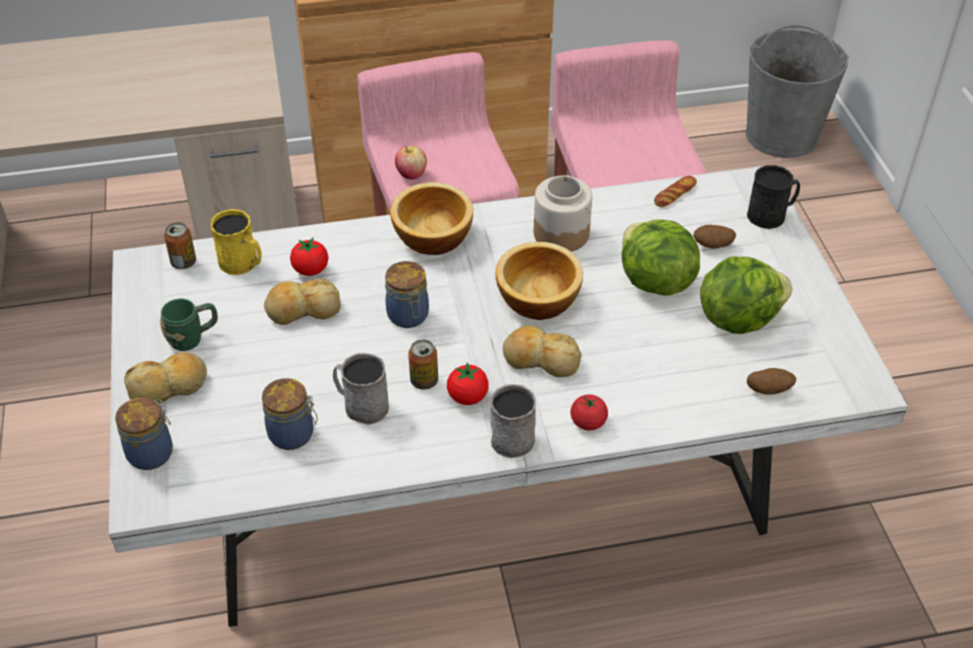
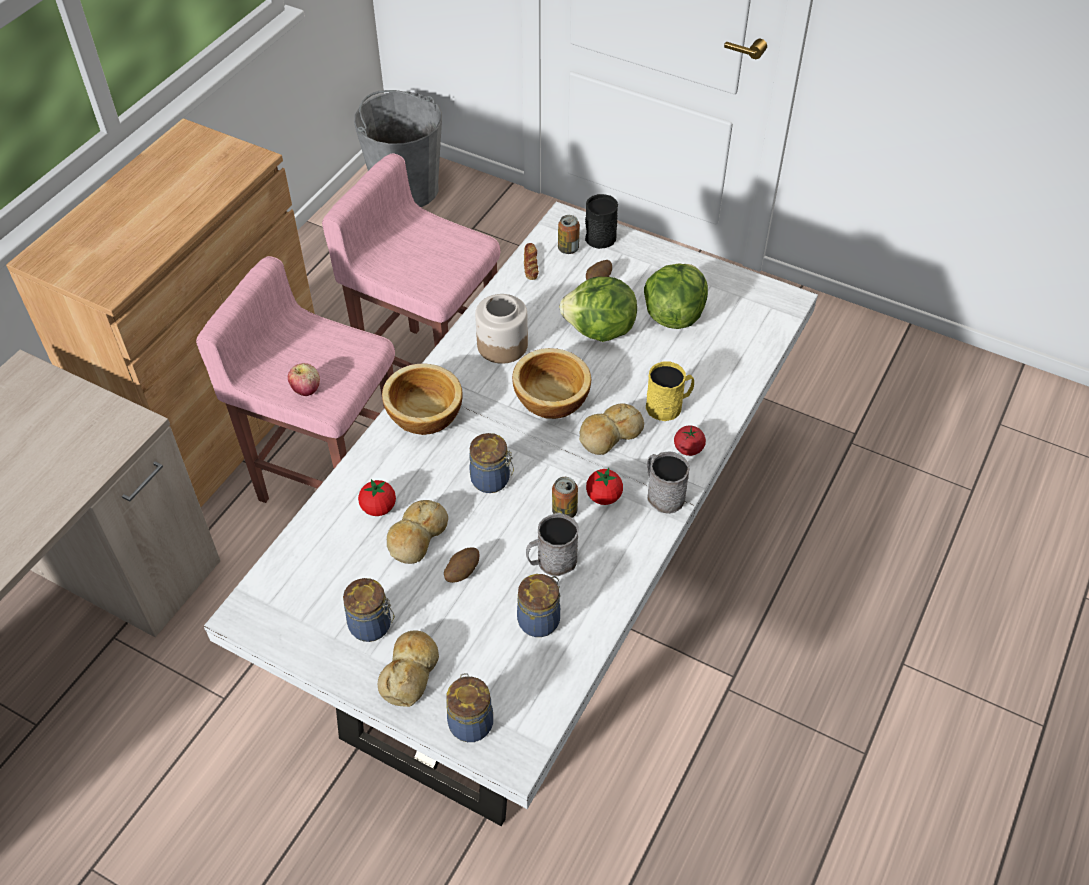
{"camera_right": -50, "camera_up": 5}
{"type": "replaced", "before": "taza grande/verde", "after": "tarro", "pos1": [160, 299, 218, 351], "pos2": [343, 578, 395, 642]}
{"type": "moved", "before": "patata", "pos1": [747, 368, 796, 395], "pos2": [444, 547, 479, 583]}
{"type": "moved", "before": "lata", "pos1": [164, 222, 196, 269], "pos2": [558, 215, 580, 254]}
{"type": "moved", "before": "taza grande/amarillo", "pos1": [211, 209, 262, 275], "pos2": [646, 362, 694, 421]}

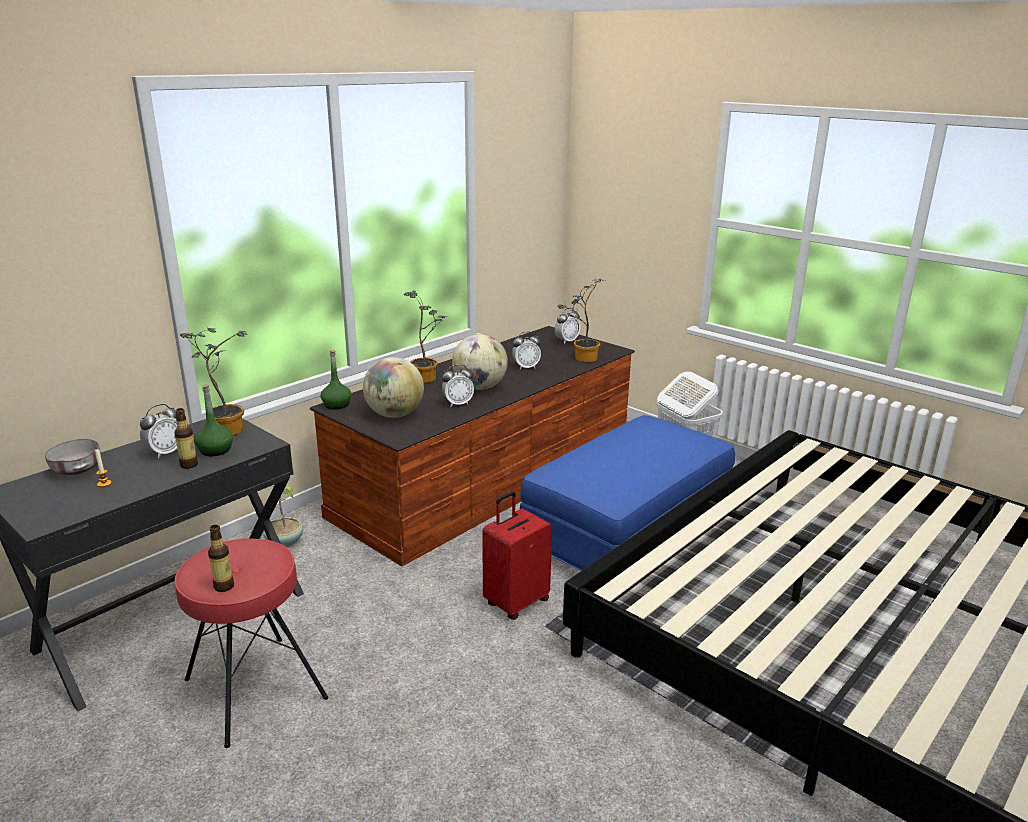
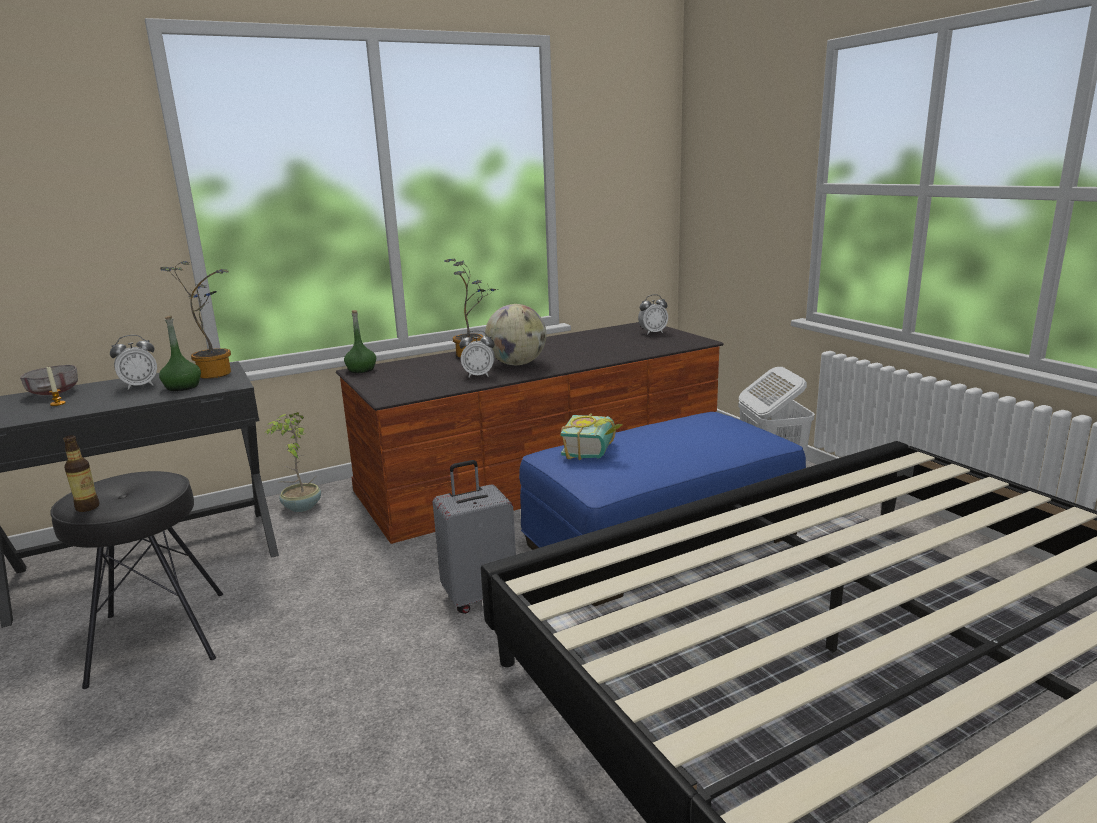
{"camera_right": 20, "camera_up": -5}
{"type": "recoloured", "before": "taburete/rojo", "after": "taburete/negro", "pos1": [174, 538, 328, 748], "pos2": [50, 471, 223, 689]}
{"type": "recoloured", "before": "maleta/rojo", "after": "maleta/gris", "pos1": [482, 491, 552, 620], "pos2": [433, 460, 516, 614]}
{"type": "added", "after": "libro", "pos2": [561, 413, 623, 460]}
{"type": "removed", "before": "botella", "pos1": [174, 408, 198, 469]}
{"type": "removed", "before": "globo terráqueo", "pos1": [363, 357, 424, 418]}
{"type": "removed", "before": "despertador", "pos1": [512, 332, 541, 369]}
{"type": "removed", "before": "planta en maceta", "pos1": [557, 279, 605, 362]}

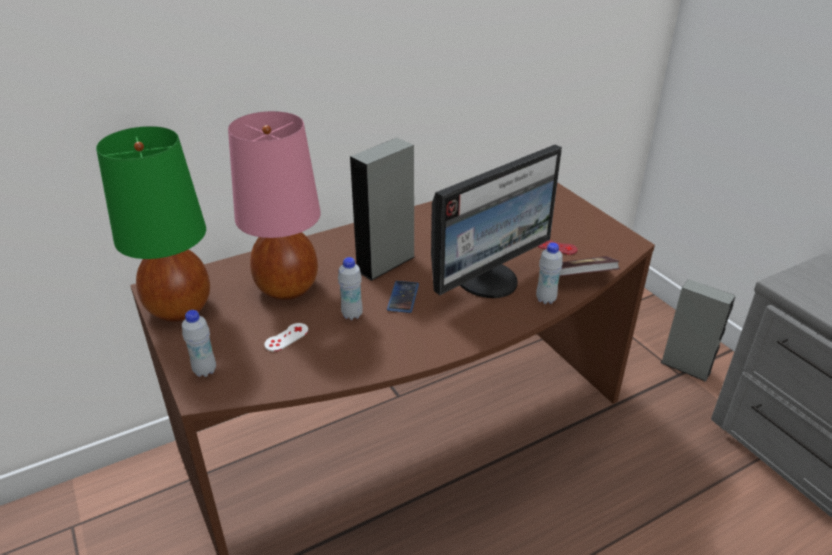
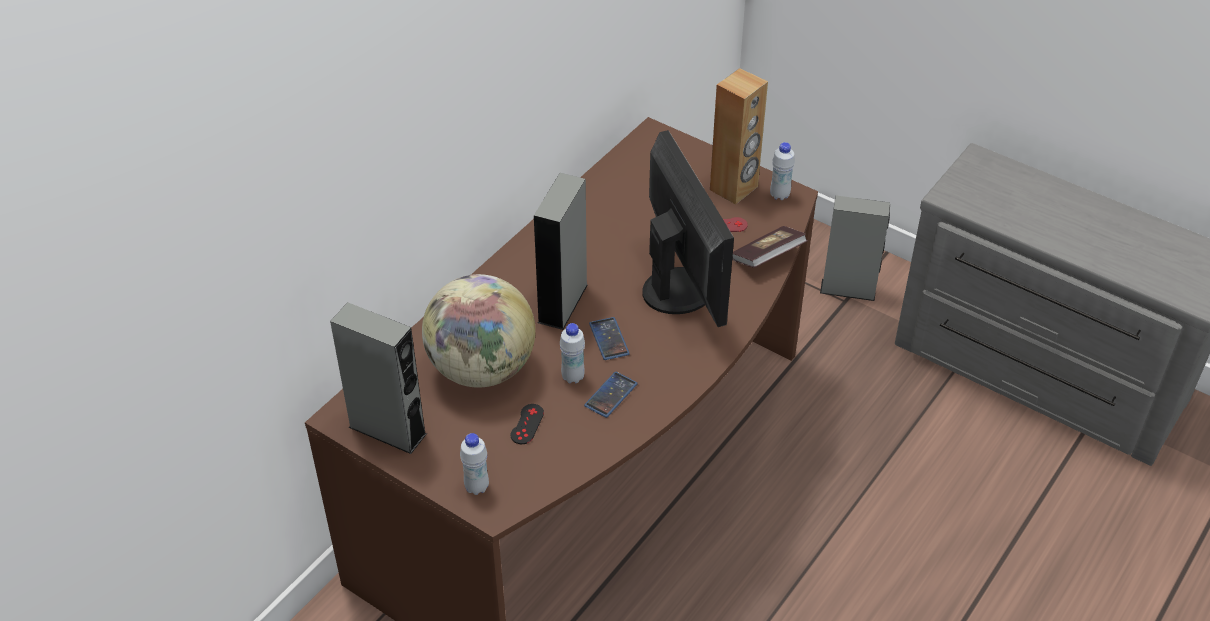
{"camera_right": -25, "camera_up": 10}
{"type": "replaced", "before": "lámpara de mesa/verde", "after": "altavoz/gris", "pos1": [96, 126, 210, 322], "pos2": [330, 302, 427, 454]}
{"type": "replaced", "before": "lámpara de mesa/rosa", "after": "globo terráqueo", "pos1": [228, 111, 321, 300], "pos2": [422, 274, 535, 388]}
{"type": "recoloured", "before": "mando de consola/blanco", "after": "mando de consola/negro", "pos1": [264, 323, 308, 352], "pos2": [510, 404, 544, 444]}
{"type": "added", "after": "móvil", "pos2": [584, 372, 638, 418]}
{"type": "turned", "before": "monitor", "pos1": [431, 145, 562, 298], "pos2": [642, 130, 734, 327], "turn": -45}
{"type": "added", "after": "altavoz/marrón", "pos2": [710, 68, 768, 204]}
{"type": "moved", "before": "botella/blanco", "pos1": [536, 243, 563, 304], "pos2": [770, 142, 795, 200]}

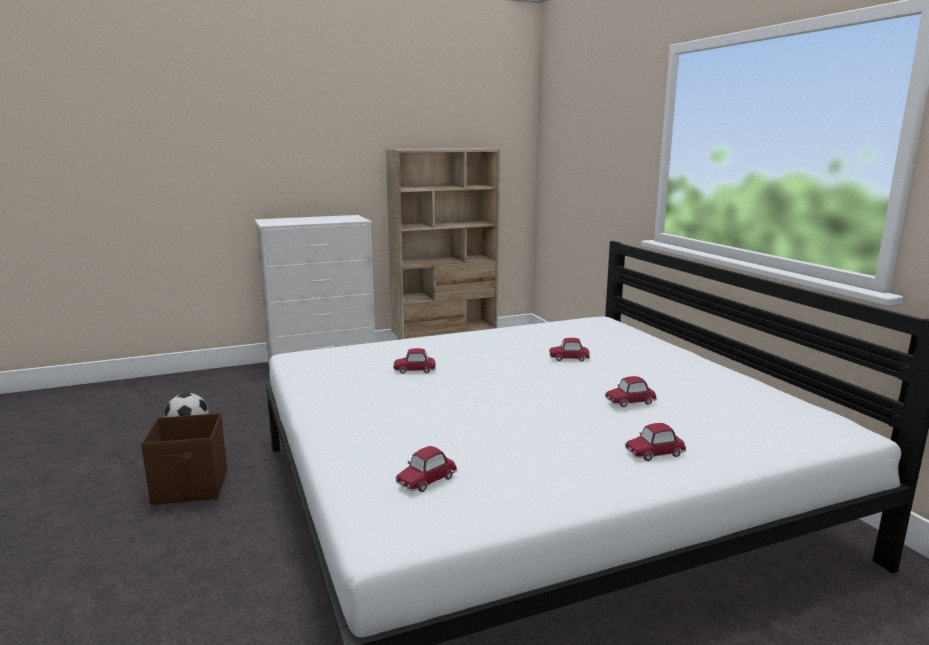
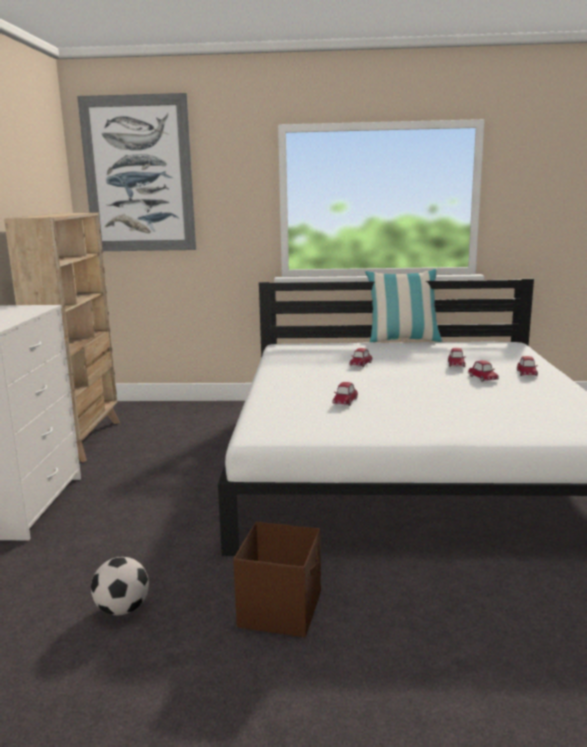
{"camera_right": -65, "camera_up": 0}
{"type": "added", "after": "cuadro", "pos2": [77, 93, 196, 251]}
{"type": "added", "after": "cojín", "pos2": [365, 269, 443, 342]}
{"type": "moved", "before": "coche de juguete", "pos1": [396, 446, 457, 492], "pos2": [468, 360, 499, 382]}

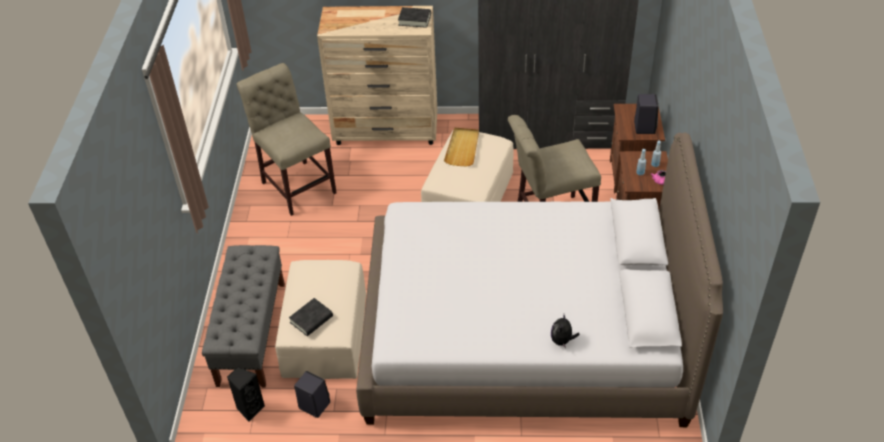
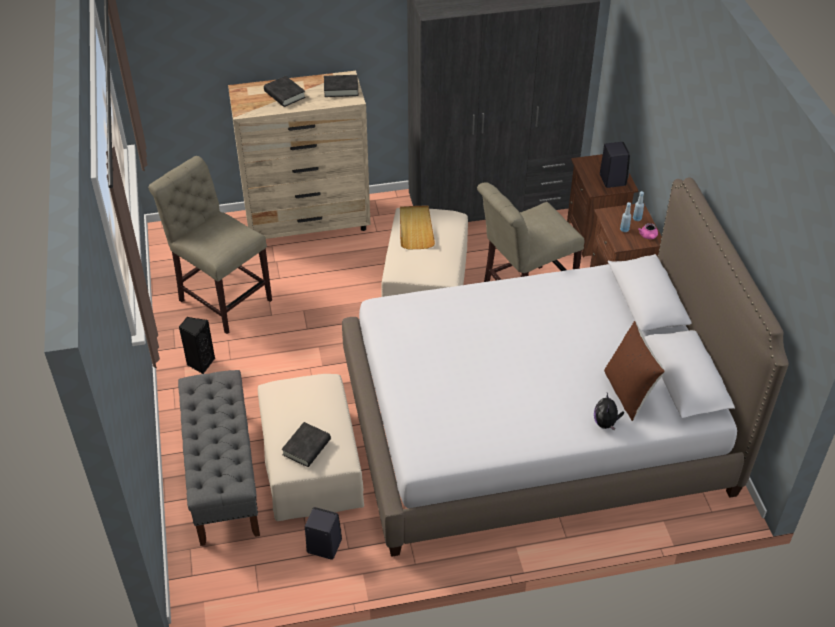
{"camera_right": -15, "camera_up": 0}
{"type": "moved", "before": "altavoz/negro", "pos1": [227, 367, 265, 422], "pos2": [179, 317, 215, 374]}
{"type": "added", "after": "libro/negro", "pos2": [264, 76, 306, 107]}
{"type": "added", "after": "cojín/marrón", "pos2": [604, 321, 665, 421]}

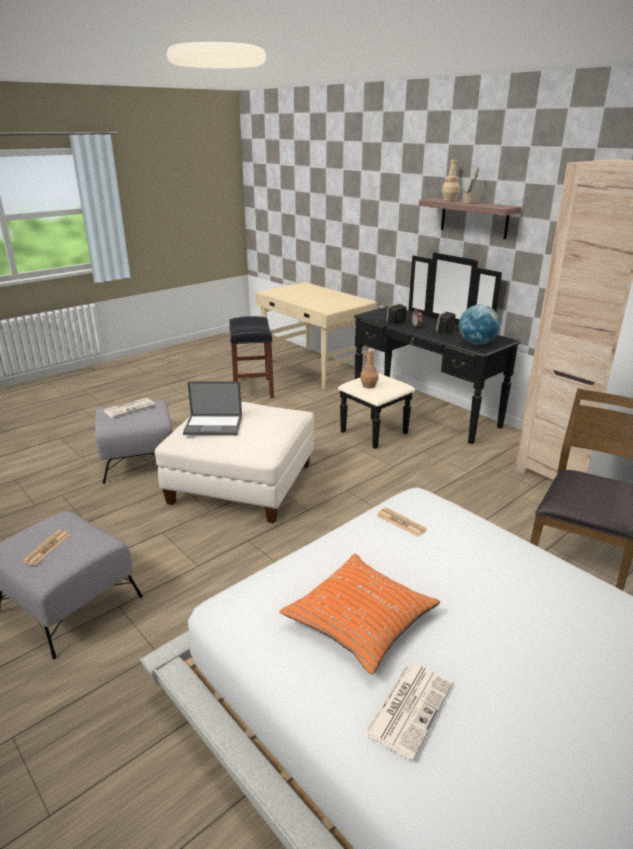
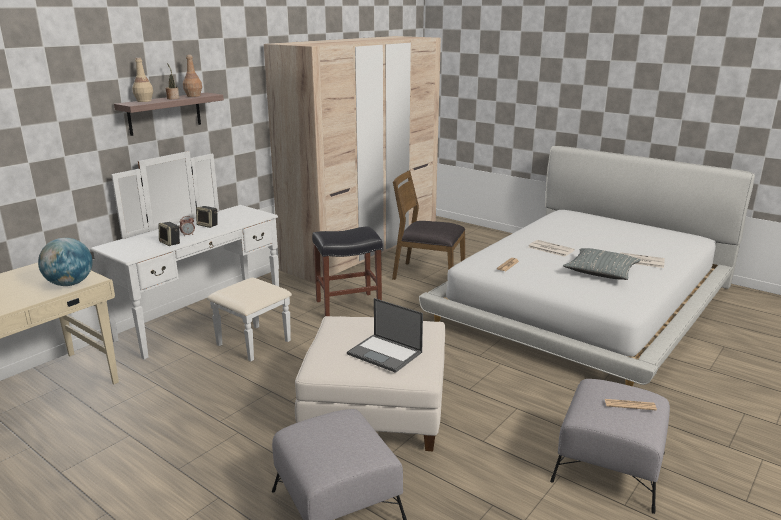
{"camera_right": -100, "camera_up": -5}
{"type": "moved", "before": "globo terráqueo", "pos1": [459, 305, 500, 345], "pos2": [38, 238, 92, 286]}
{"type": "recoloured", "before": "cómoda/negro", "after": "cómoda/blanco", "pos1": [338, 252, 521, 449], "pos2": [90, 151, 292, 361]}
{"type": "moved", "before": "botella/marrón", "pos1": [360, 349, 378, 389], "pos2": [183, 55, 202, 97]}
{"type": "moved", "before": "taburete/negro", "pos1": [229, 316, 274, 398], "pos2": [312, 226, 383, 316]}
{"type": "turned", "before": "portátil", "pos1": [183, 381, 242, 435], "pos2": [347, 298, 423, 373], "turn": 135}
{"type": "moved", "before": "periódico", "pos1": [104, 398, 155, 418], "pos2": [528, 240, 575, 257]}
{"type": "recoloured", "before": "cojín/naranja", "after": "cojín/gris", "pos1": [279, 554, 440, 675], "pos2": [563, 248, 641, 280]}

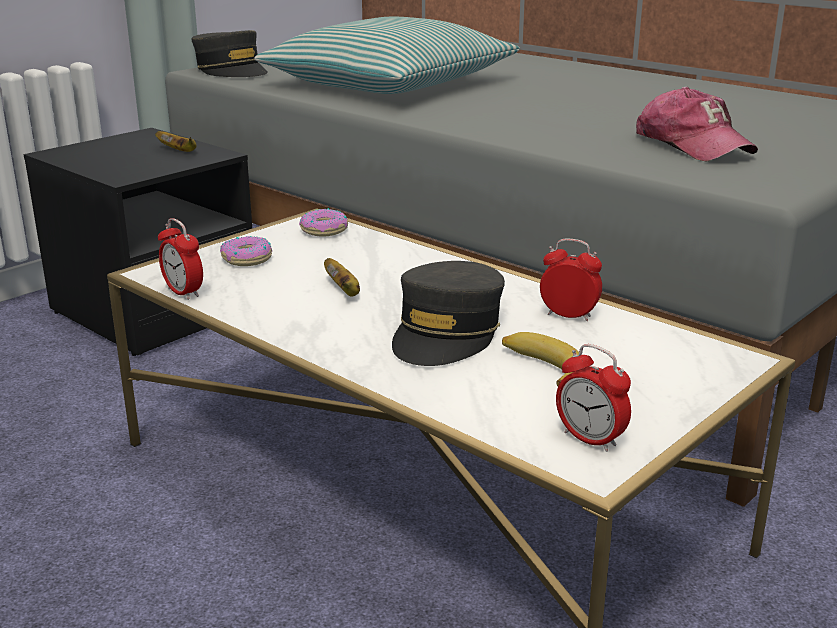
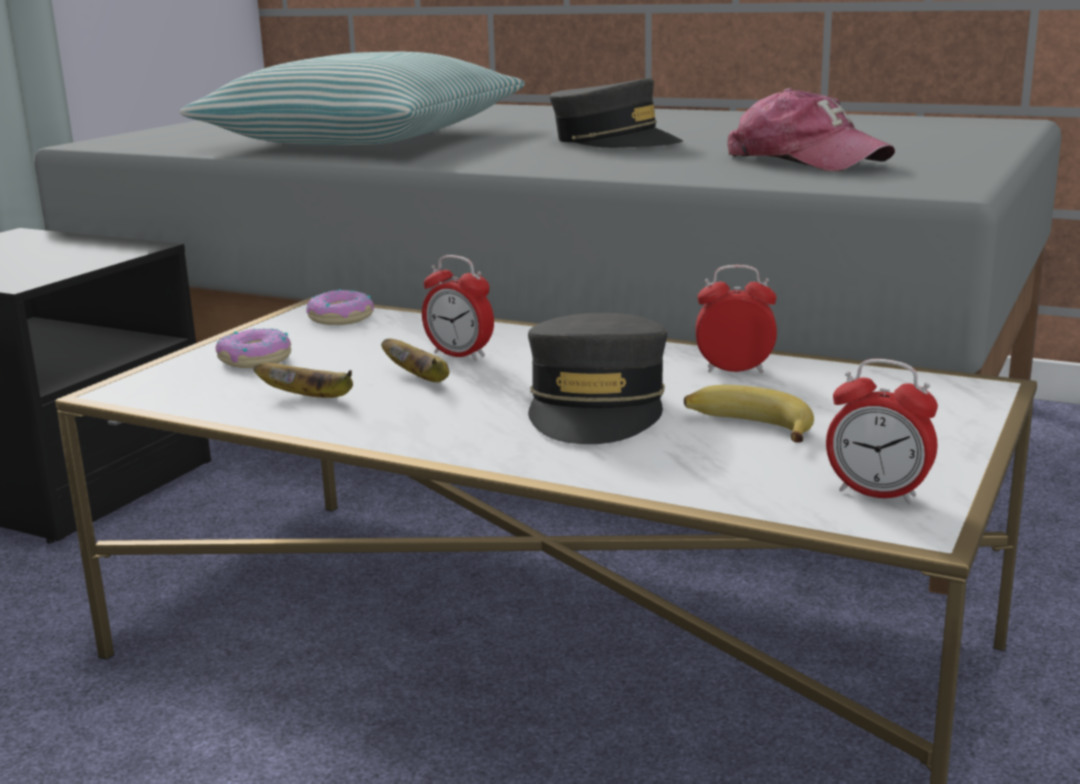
{"camera_right": -15, "camera_up": -5}
{"type": "moved", "before": "plátano", "pos1": [155, 131, 197, 152], "pos2": [253, 363, 353, 398]}
{"type": "moved", "before": "despertador", "pos1": [158, 218, 203, 300], "pos2": [422, 255, 494, 361]}
{"type": "moved", "before": "gorra/gris", "pos1": [191, 30, 268, 77], "pos2": [549, 78, 683, 148]}

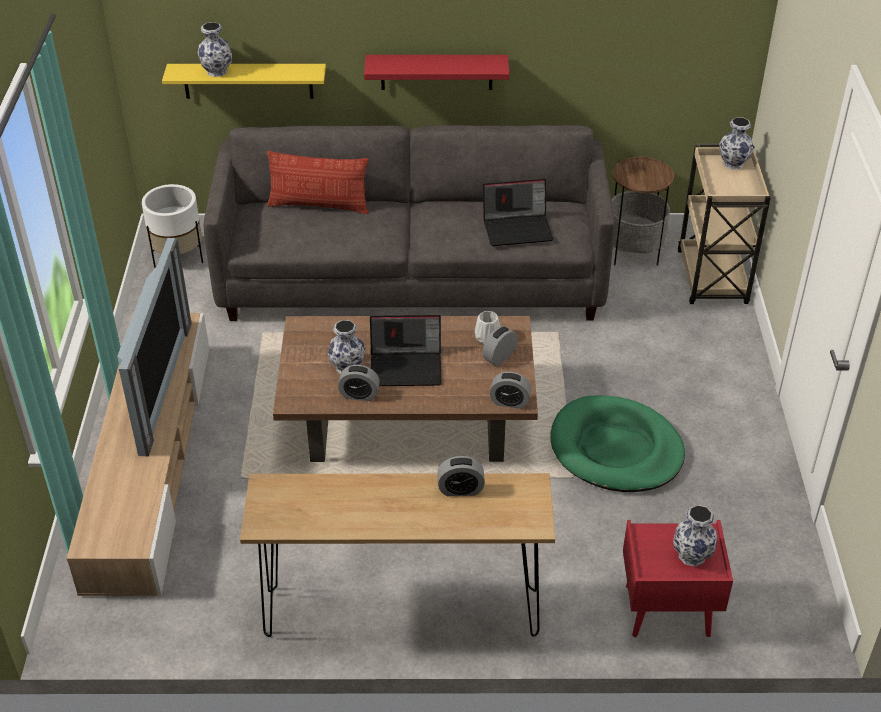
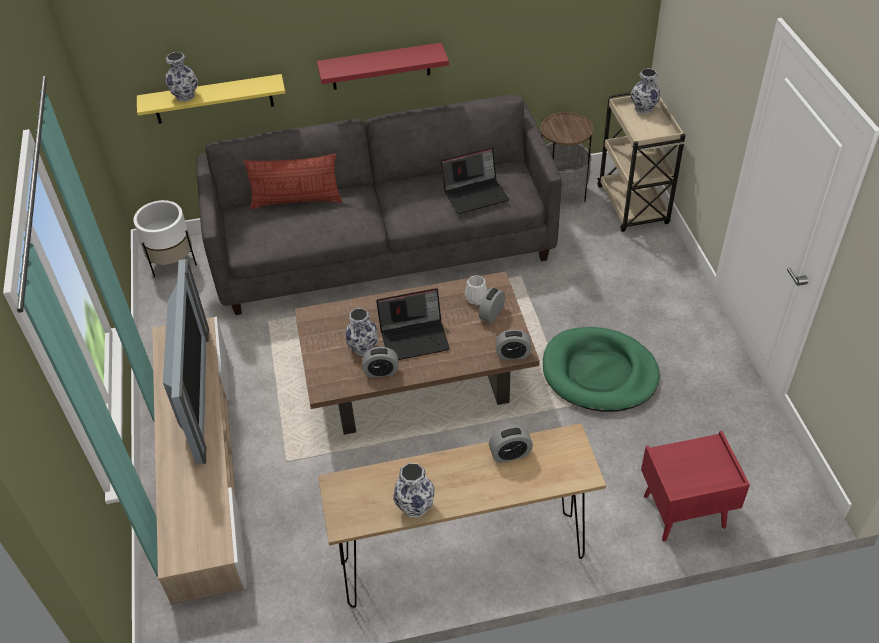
{"camera_right": -10, "camera_up": 5}
{"type": "moved", "before": "florero", "pos1": [673, 505, 717, 567], "pos2": [393, 463, 435, 518]}

